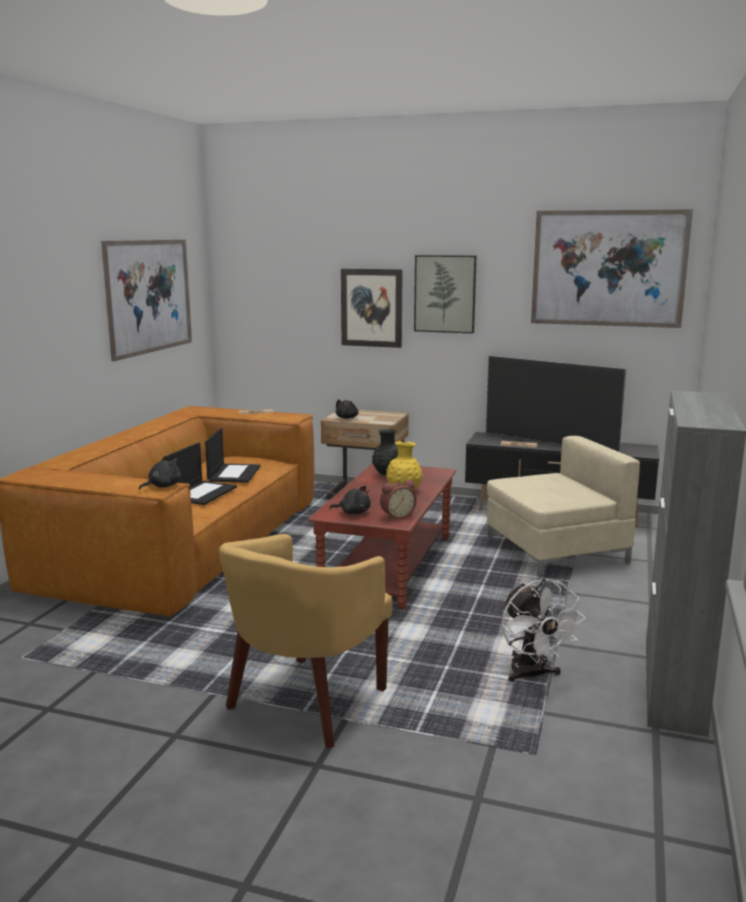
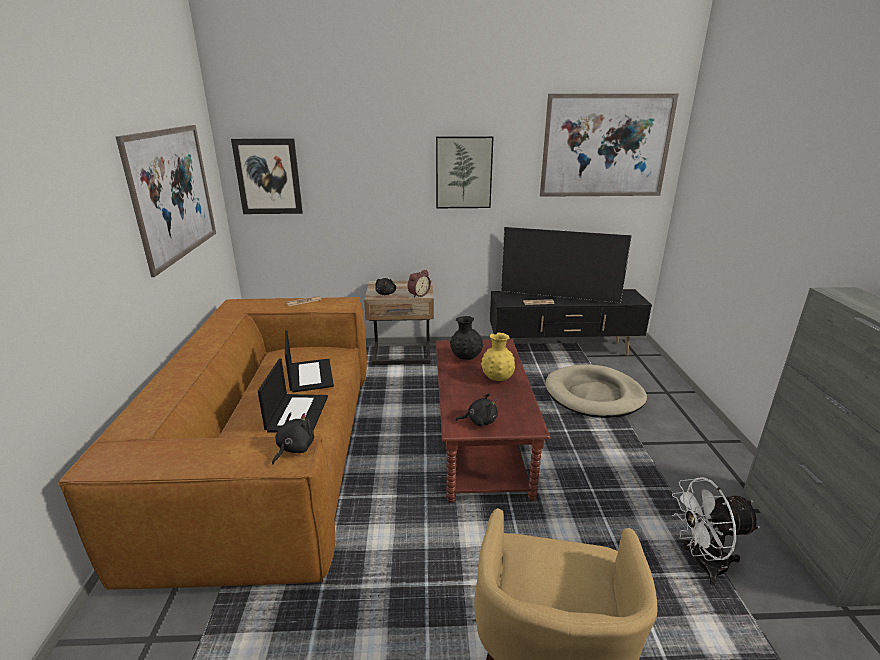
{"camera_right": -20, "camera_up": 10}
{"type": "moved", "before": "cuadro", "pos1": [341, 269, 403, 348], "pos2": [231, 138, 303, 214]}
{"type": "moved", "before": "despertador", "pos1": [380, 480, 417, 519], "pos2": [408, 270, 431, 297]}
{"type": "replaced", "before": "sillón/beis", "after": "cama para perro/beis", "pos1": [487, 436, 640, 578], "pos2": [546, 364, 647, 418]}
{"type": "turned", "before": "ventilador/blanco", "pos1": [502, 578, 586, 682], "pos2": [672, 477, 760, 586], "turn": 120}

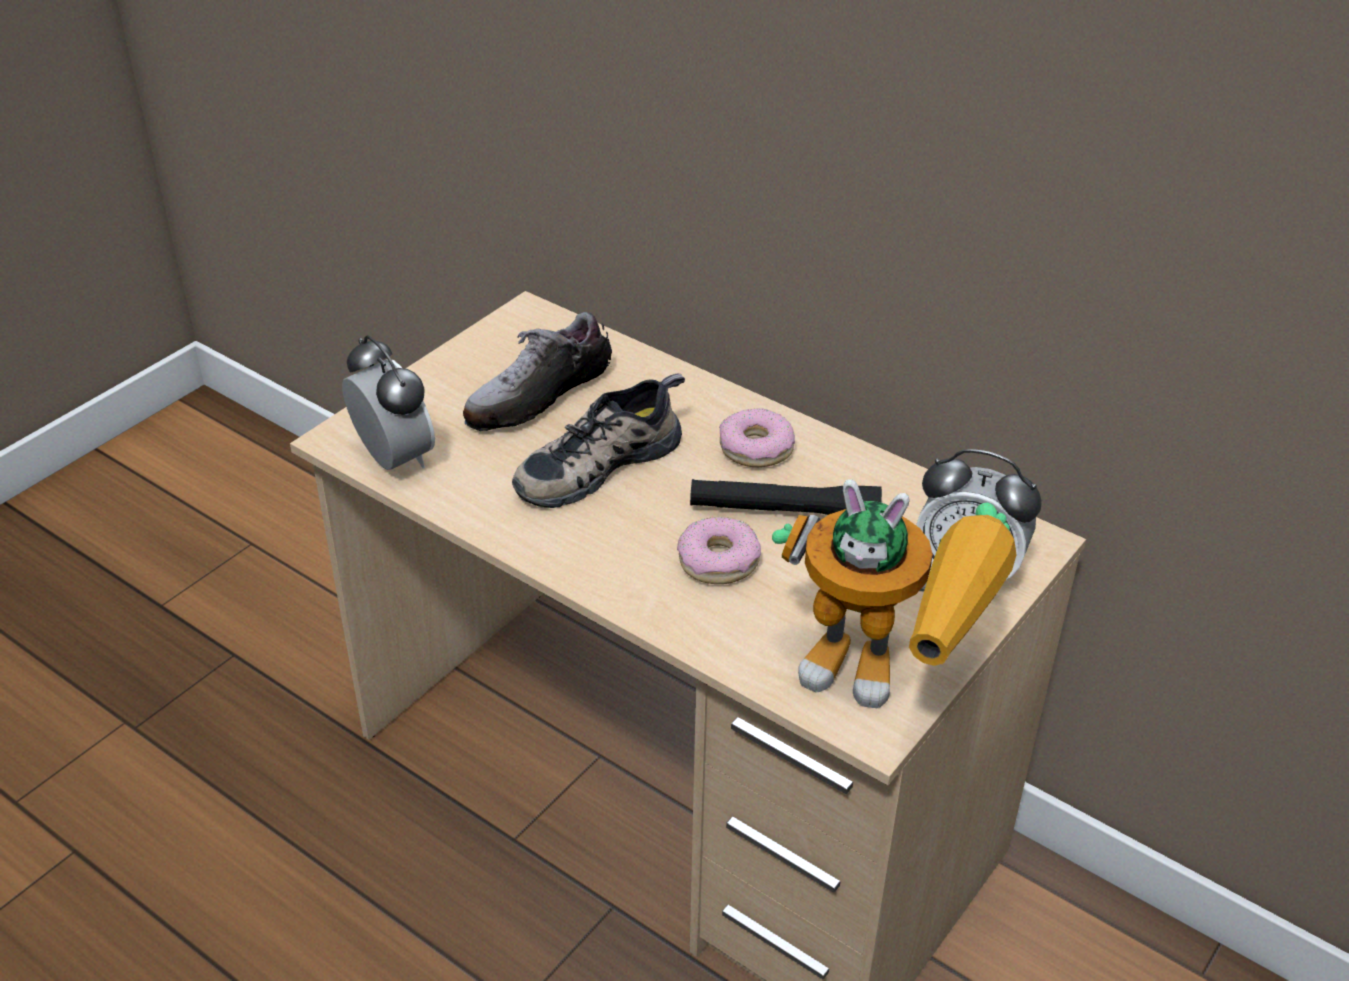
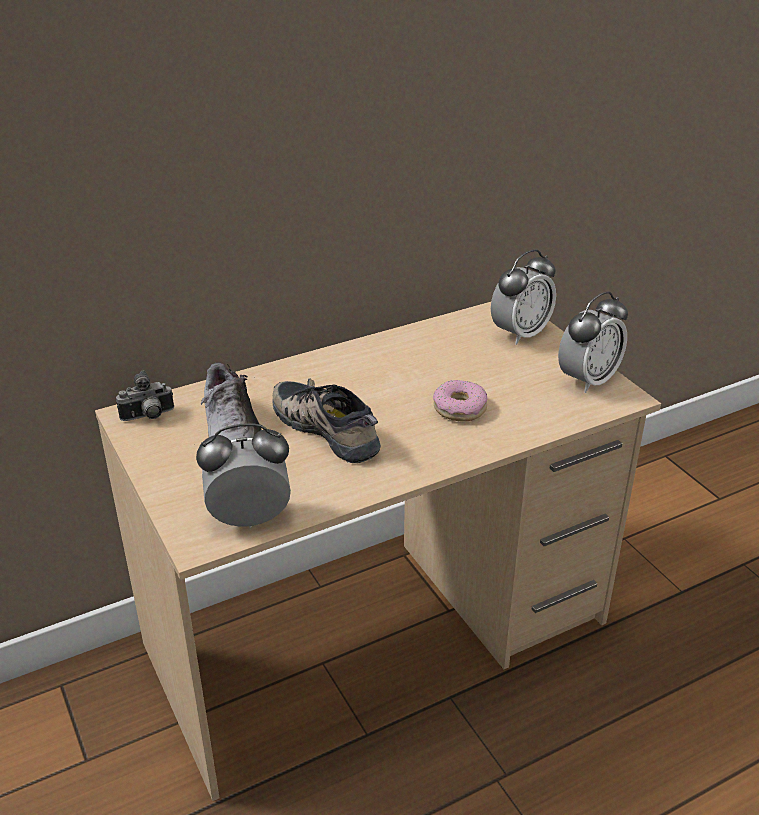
{"camera_right": -65, "camera_up": -5}
{"type": "added", "after": "cámara", "pos2": [116, 370, 174, 421]}
{"type": "turned", "before": "zapato", "pos1": [512, 373, 685, 508], "pos2": [273, 378, 381, 463], "turn": 150}
{"type": "replaced", "before": "robot de juguete", "after": "despertador", "pos1": [772, 479, 1017, 708], "pos2": [558, 291, 628, 393]}
{"type": "removed", "before": "linterna/negro", "pos1": [690, 479, 882, 515]}
{"type": "removed", "before": "rosquilla", "pos1": [719, 408, 795, 467]}

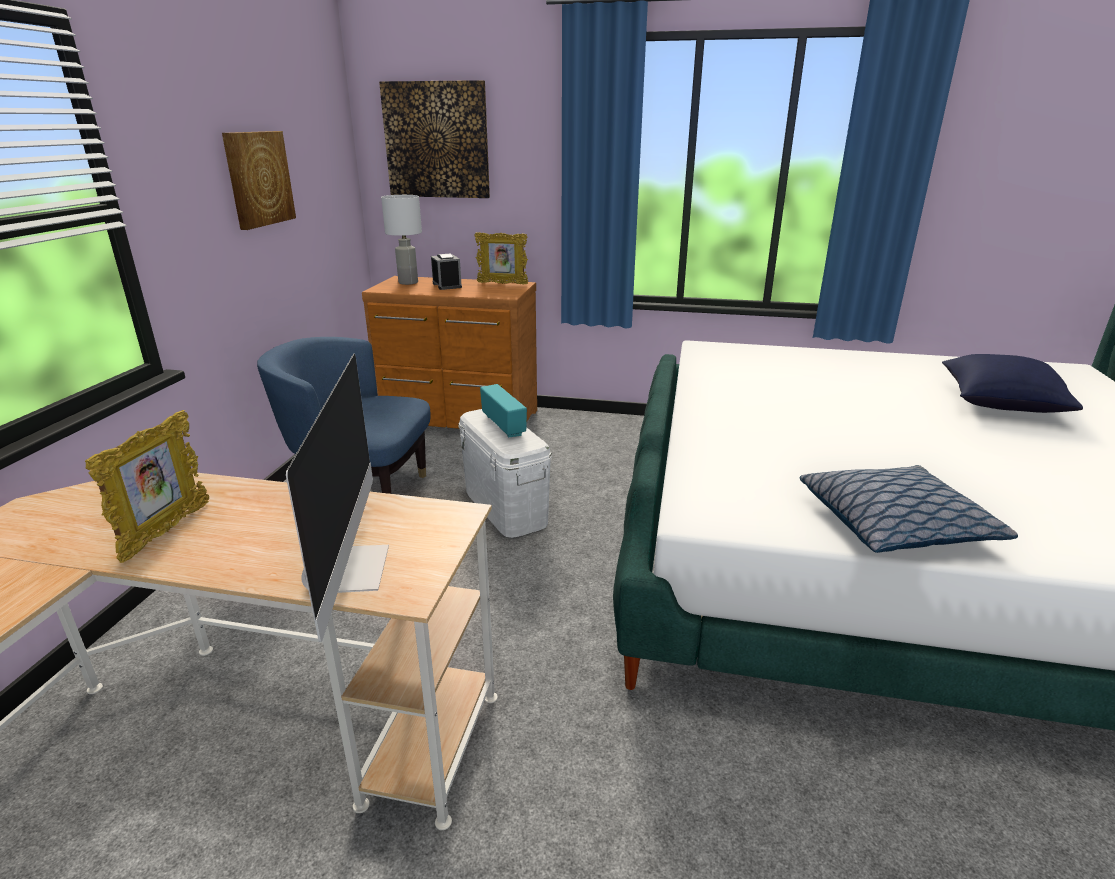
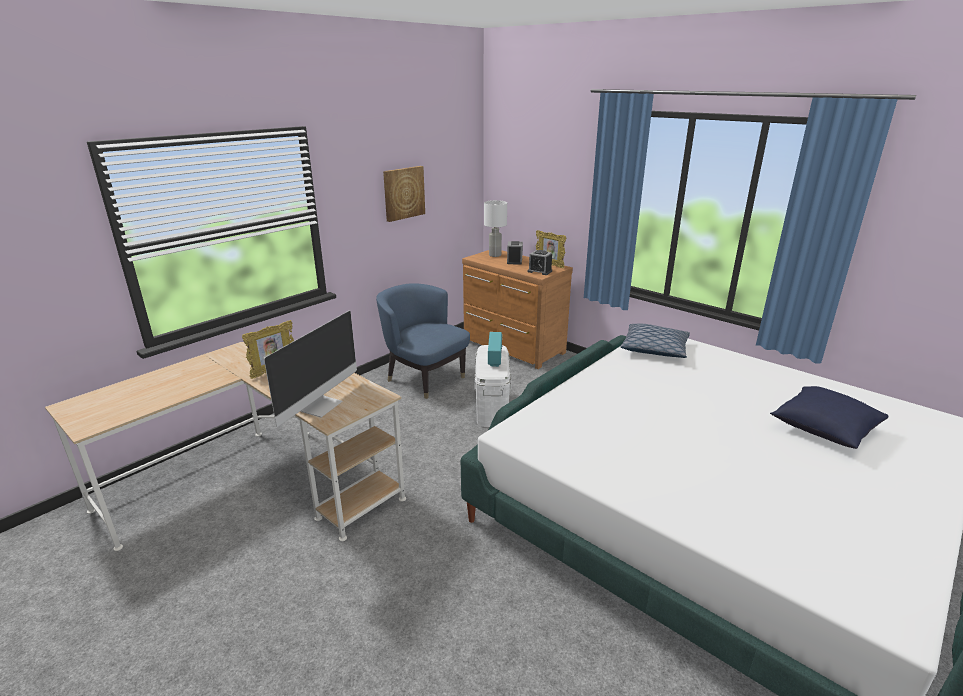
{"camera_right": 30, "camera_up": 0}
{"type": "added", "after": "despertador", "pos2": [528, 250, 552, 275]}
{"type": "moved", "before": "cojín", "pos1": [800, 465, 1018, 553], "pos2": [620, 324, 690, 358]}
{"type": "removed", "before": "cuadro", "pos1": [379, 80, 490, 198]}

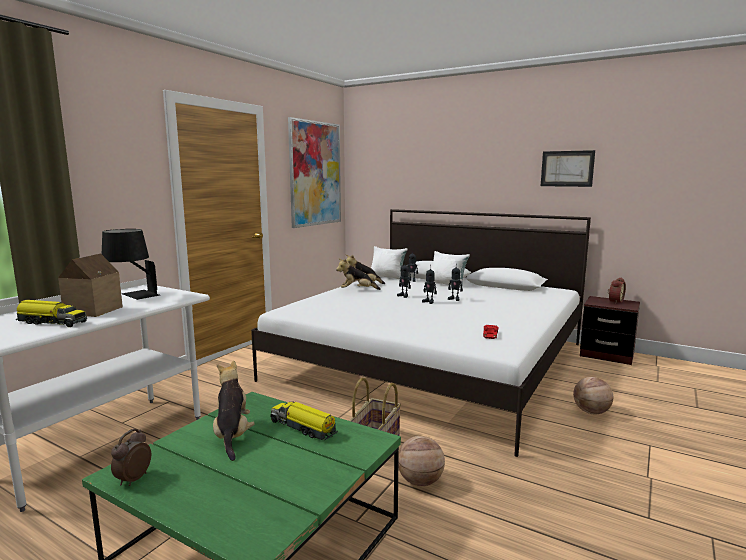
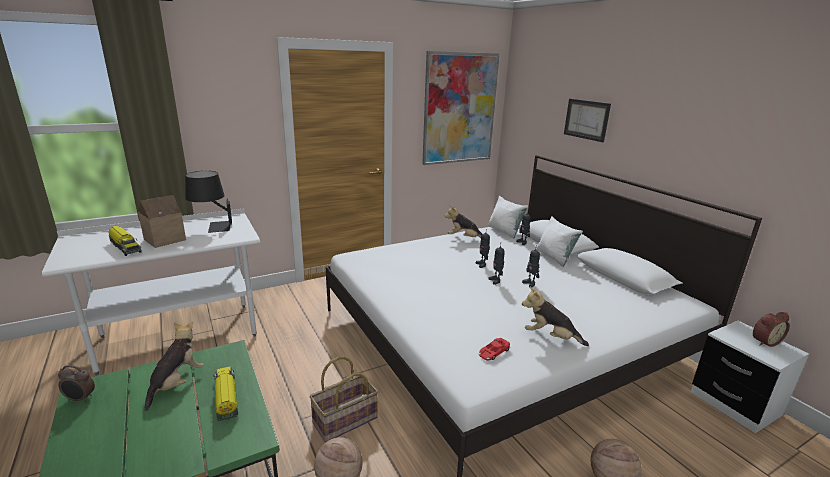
{"camera_right": 30, "camera_up": 10}
{"type": "turned", "before": "despertador", "pos1": [111, 429, 151, 486], "pos2": [58, 365, 95, 402], "turn": -135}
{"type": "moved", "before": "peluche", "pos1": [336, 258, 381, 290], "pos2": [522, 286, 589, 346]}
{"type": "moved", "before": "cuadro", "pos1": [541, 150, 595, 187], "pos2": [564, 99, 611, 142]}
{"type": "recoloured", "before": "mesita de noche/marrón", "after": "mesita de noche/blanco", "pos1": [580, 296, 640, 365], "pos2": [691, 321, 809, 433]}

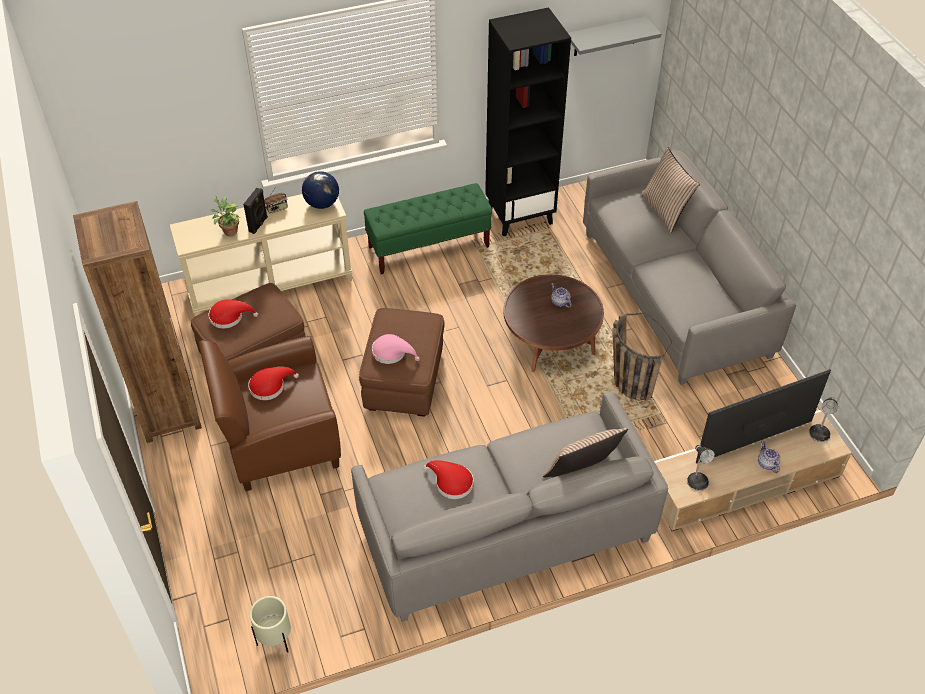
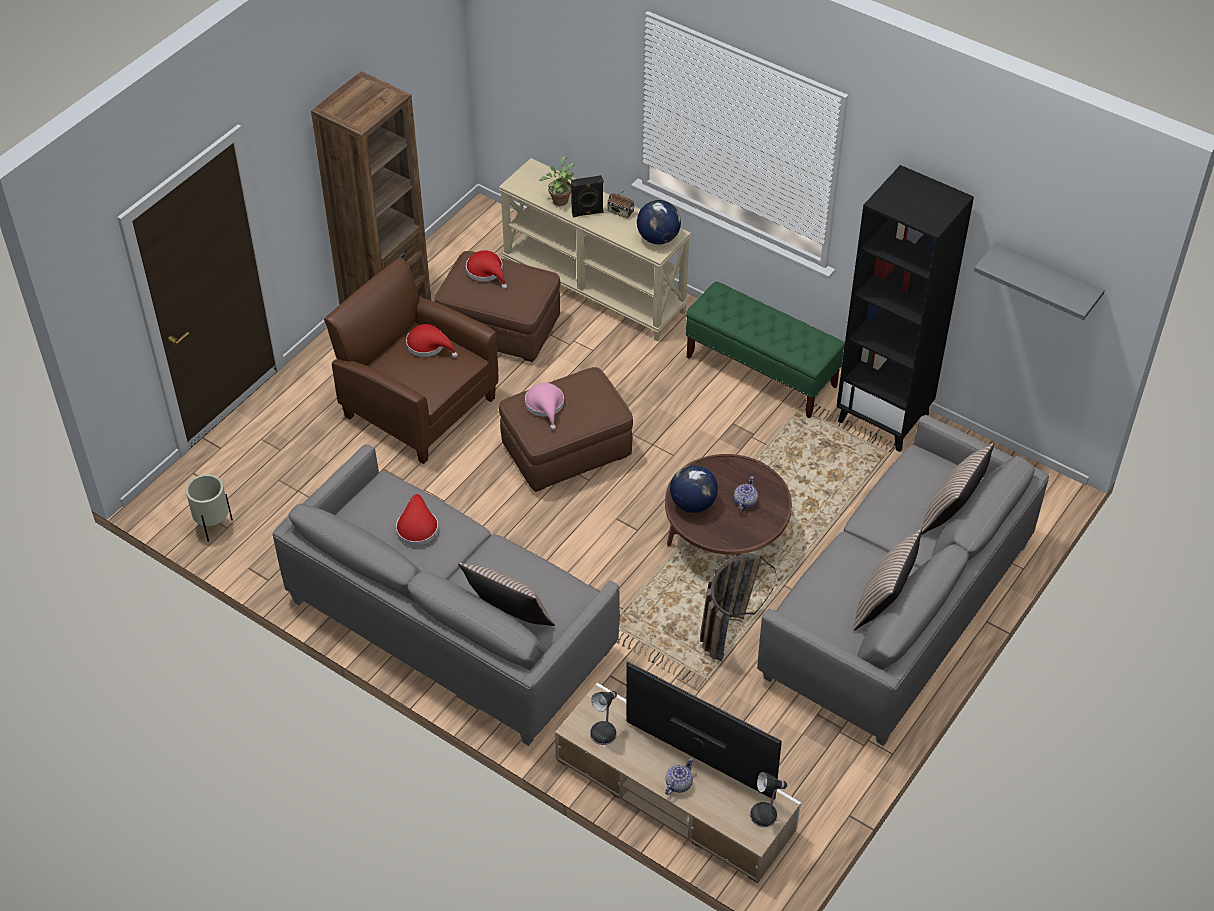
{"camera_right": 55, "camera_up": 0}
{"type": "added", "after": "globo terráqueo", "pos2": [670, 465, 718, 513]}
{"type": "added", "after": "cojín", "pos2": [853, 529, 922, 631]}

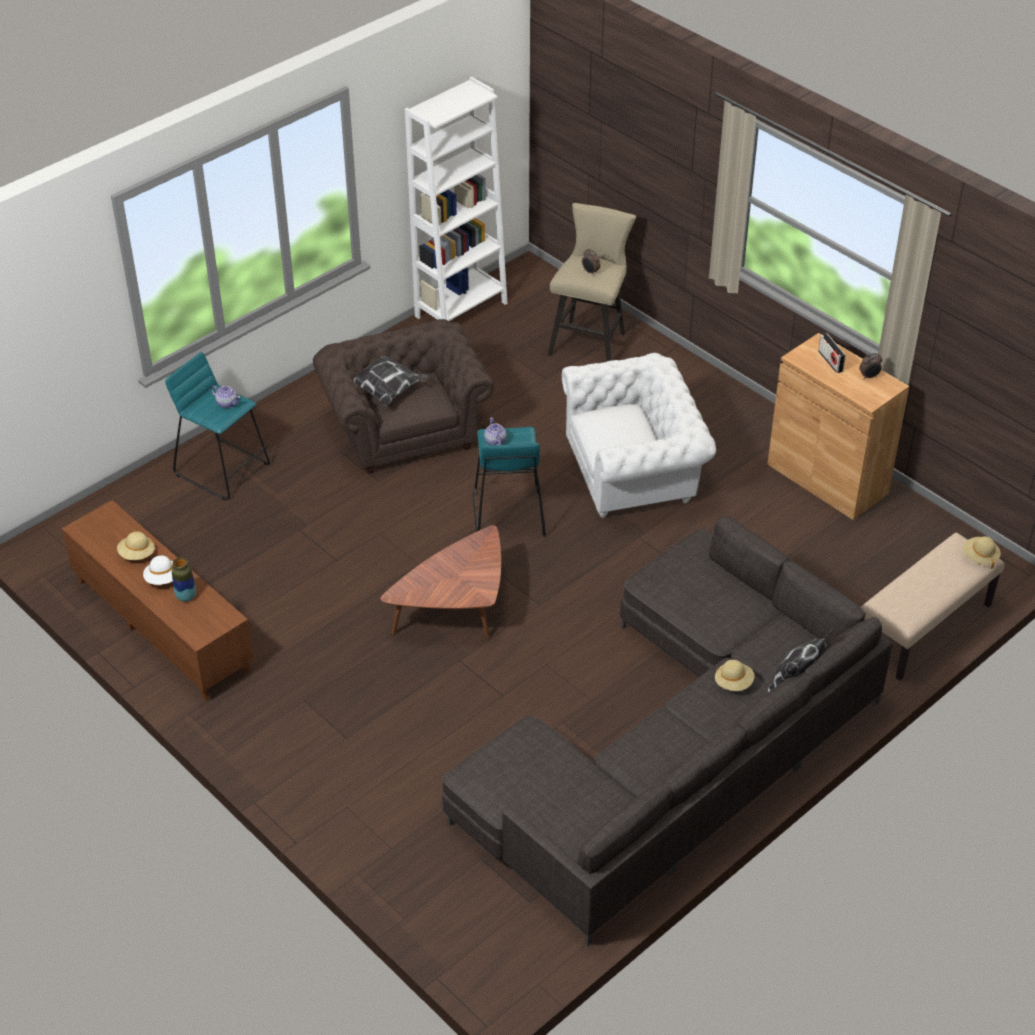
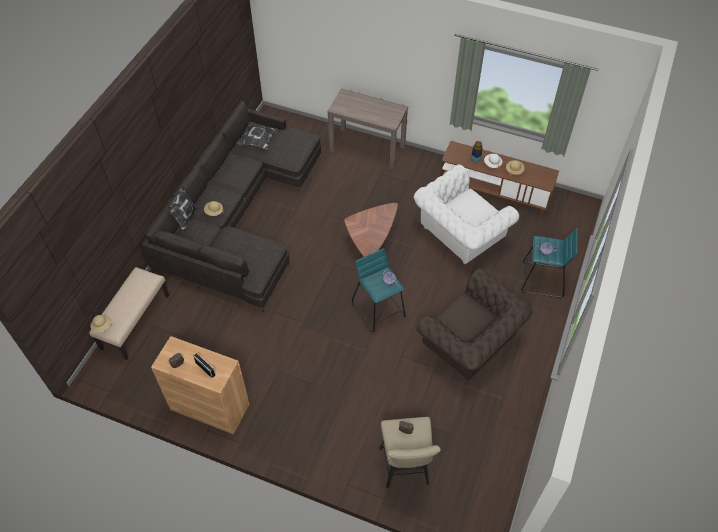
{"camera_right": 155, "camera_up": 10}
{"type": "moved", "before": "cojín", "pos1": [354, 356, 430, 407], "pos2": [236, 123, 278, 150]}
{"type": "added", "after": "mesa consola/marrón", "pos2": [327, 88, 408, 169]}
{"type": "moved", "before": "sillón/blanco", "pos1": [562, 353, 716, 518], "pos2": [414, 165, 519, 264]}
{"type": "removed", "before": "estantería/blanco", "pos1": [405, 77, 507, 321]}

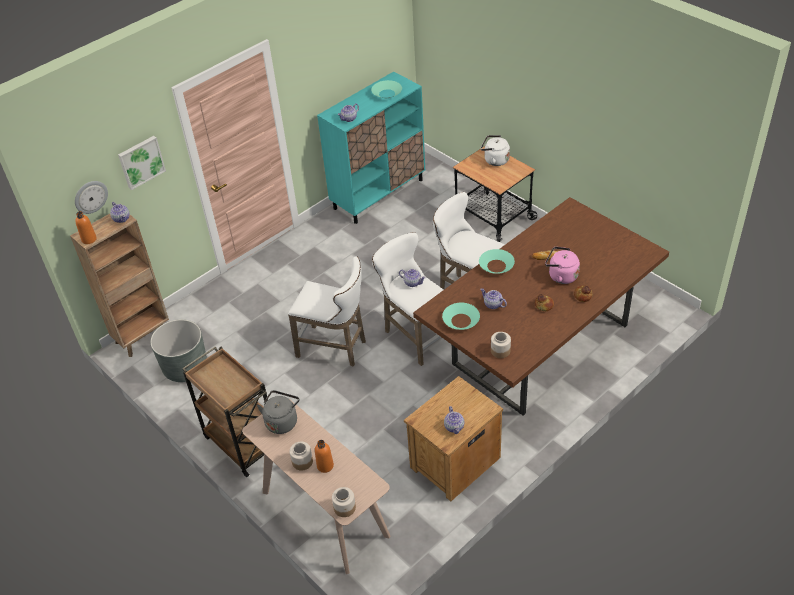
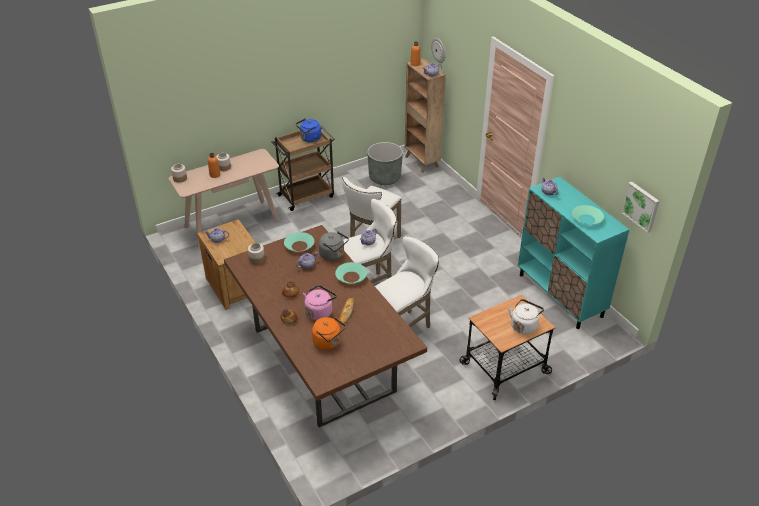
{"camera_right": 100, "camera_up": -5}
{"type": "added", "after": "hervidor/azul", "pos2": [296, 118, 321, 143]}
{"type": "added", "after": "hervidor/naranja", "pos2": [312, 317, 346, 350]}
{"type": "moved", "before": "hervidor/gris", "pos1": [257, 390, 300, 434], "pos2": [319, 232, 349, 261]}
{"type": "moved", "before": "cuadro", "pos1": [118, 136, 166, 190], "pos2": [621, 182, 659, 233]}

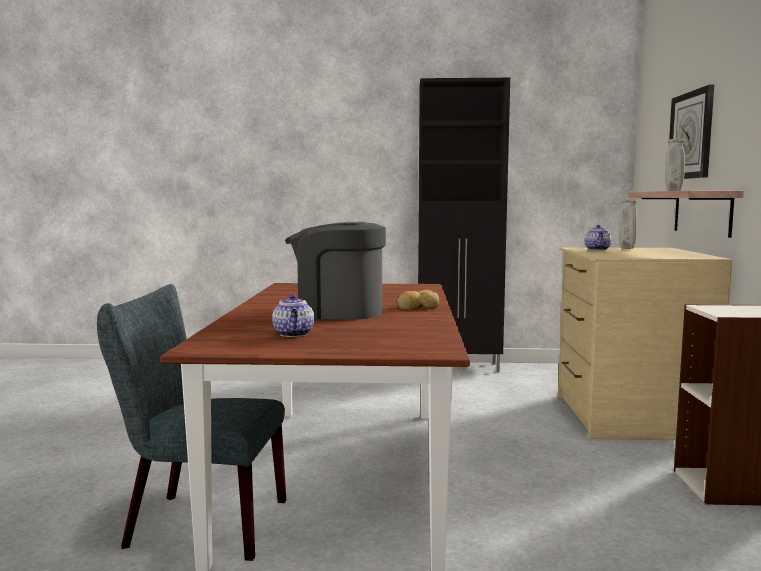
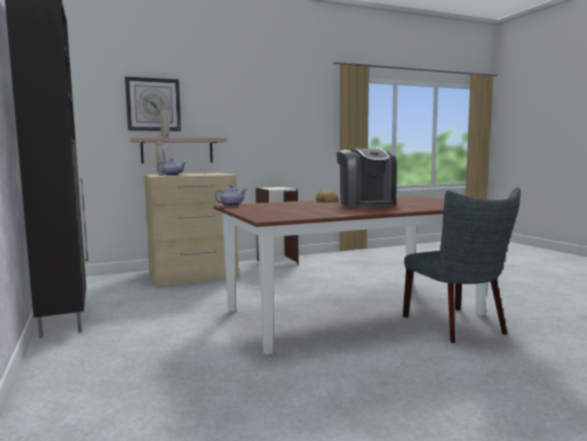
{"camera_right": -115, "camera_up": 0}
{"type": "moved", "before": "tetera", "pos1": [272, 294, 314, 337], "pos2": [215, 185, 246, 207]}

